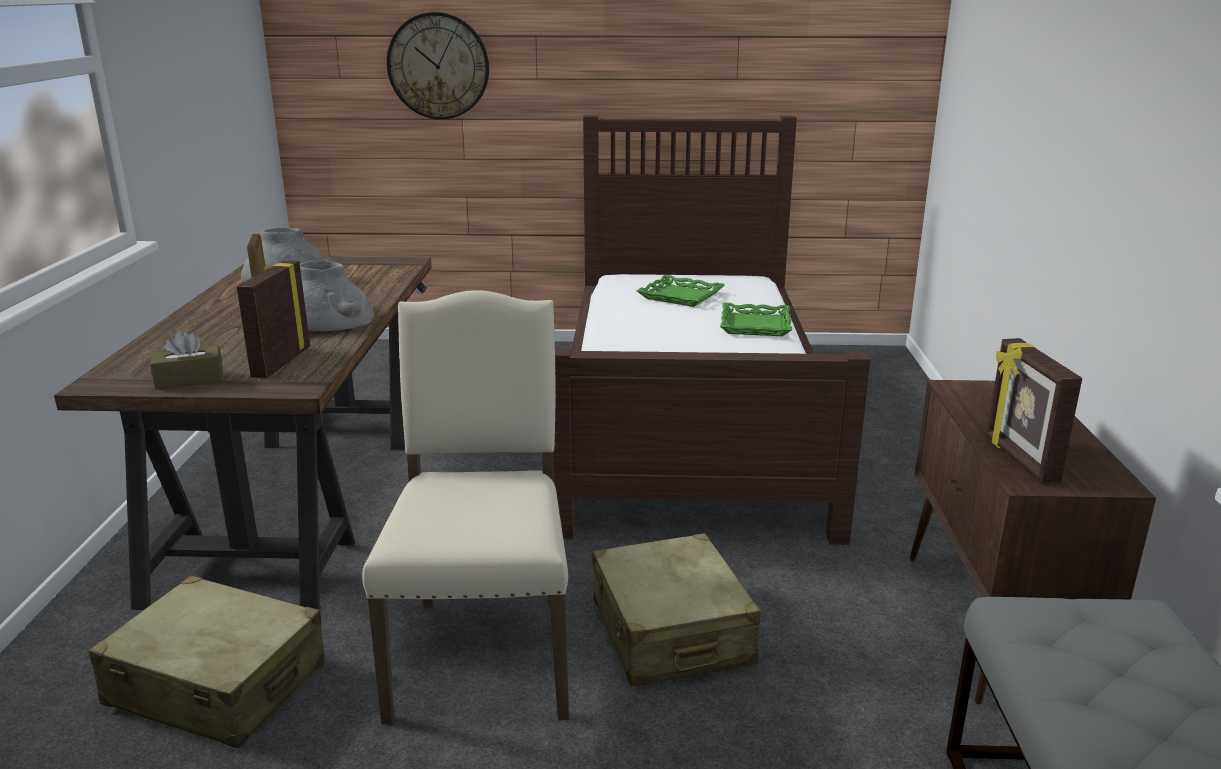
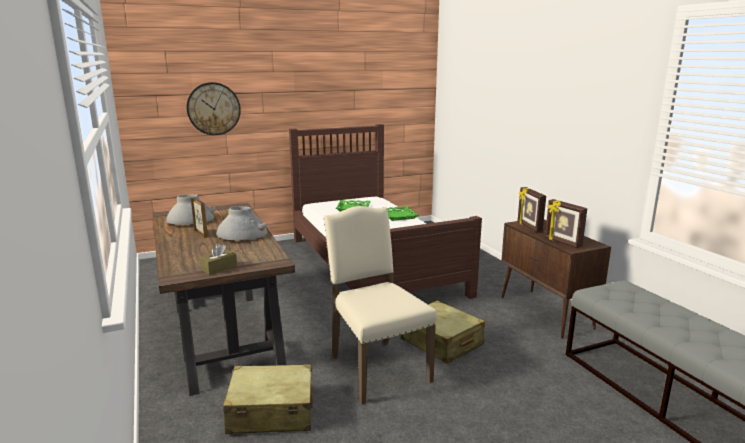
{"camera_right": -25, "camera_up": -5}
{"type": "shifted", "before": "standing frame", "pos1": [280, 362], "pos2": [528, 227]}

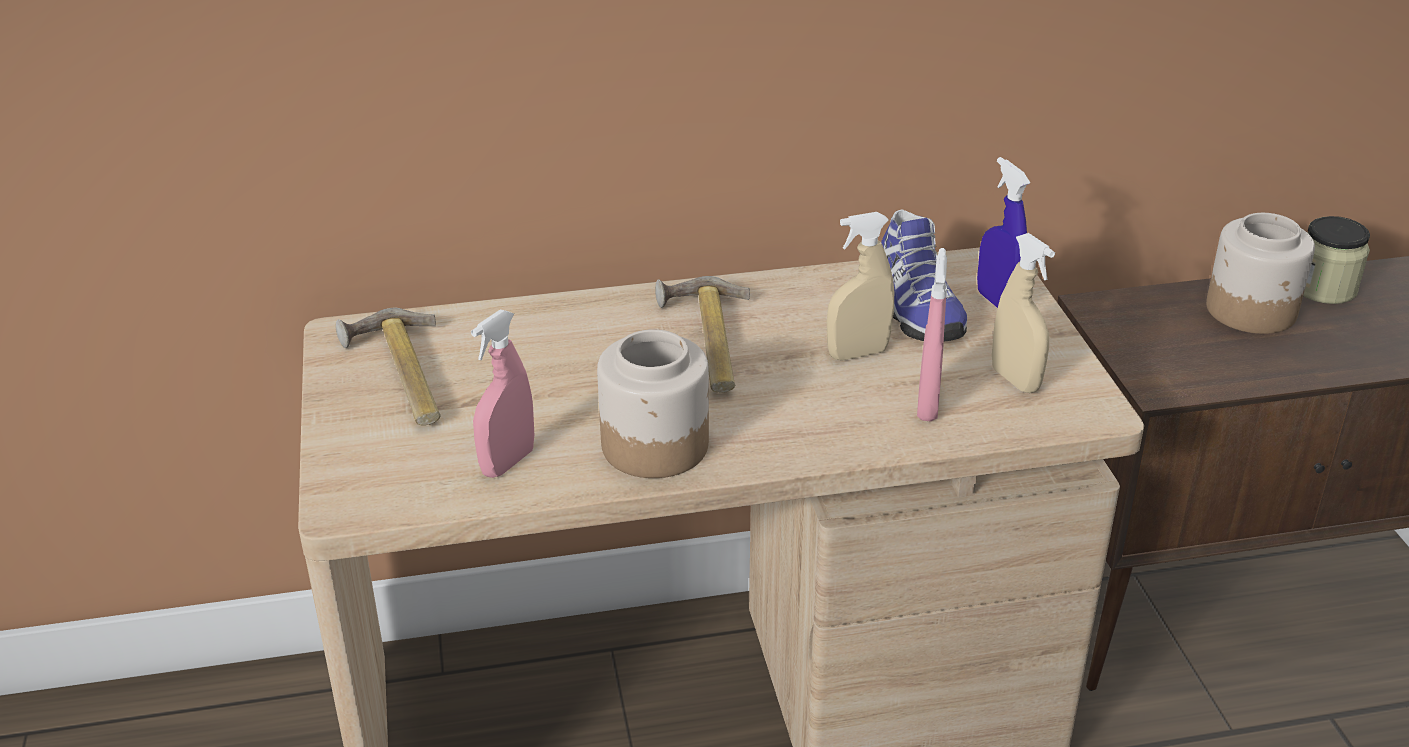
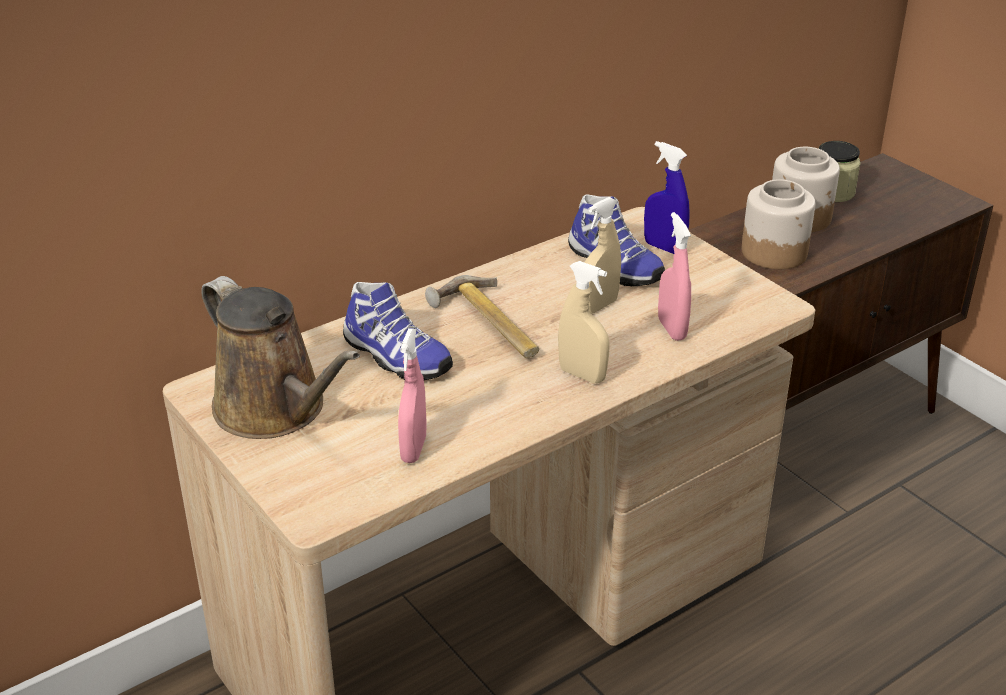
{"camera_right": -25, "camera_up": 0}
{"type": "shifted", "before": "beige-coloured sprayer", "pos1": [1015, 380], "pos2": [582, 375]}
{"type": "swapped", "before": "hand hammer", "after": "brown sprinkling can", "pos1": [399, 377], "pos2": [276, 410]}
{"type": "shifted", "before": "jar", "pos1": [656, 445], "pos2": [774, 252]}
{"type": "new", "after": "low shoe", "pos2": [394, 358]}

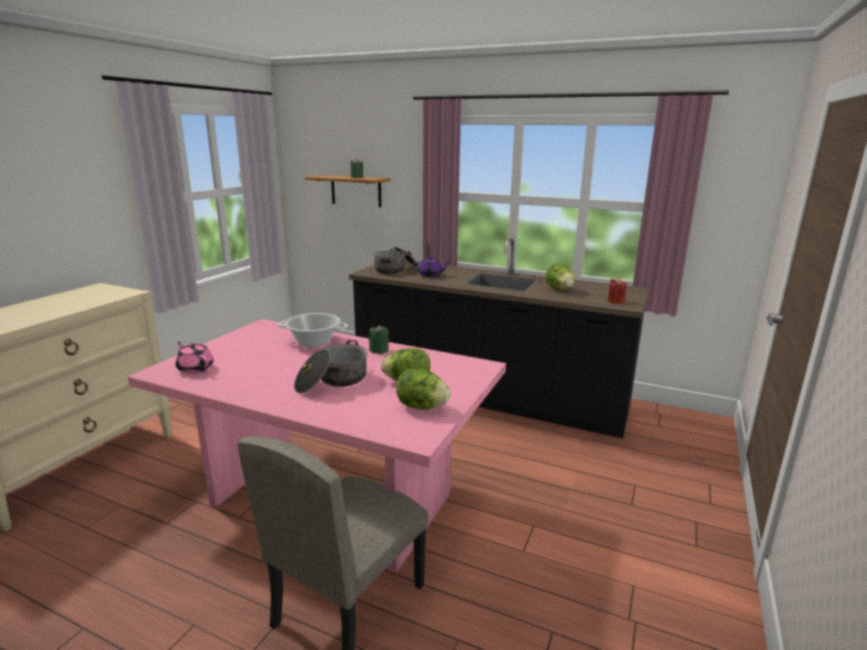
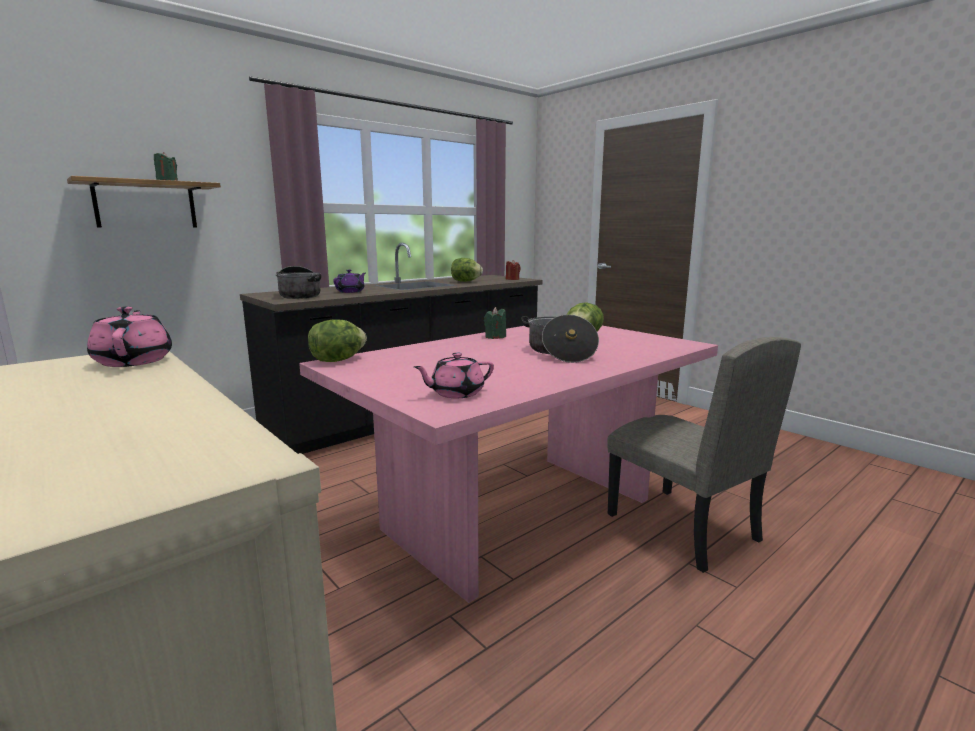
{"camera_right": -65, "camera_up": -5}
{"type": "gone", "before": "saucepot", "pos1": [314, 342]}
{"type": "shifted", "before": "lettuce head", "pos1": [421, 407], "pos2": [338, 360]}
{"type": "new", "after": "pinkish teapot", "pos2": [134, 361]}

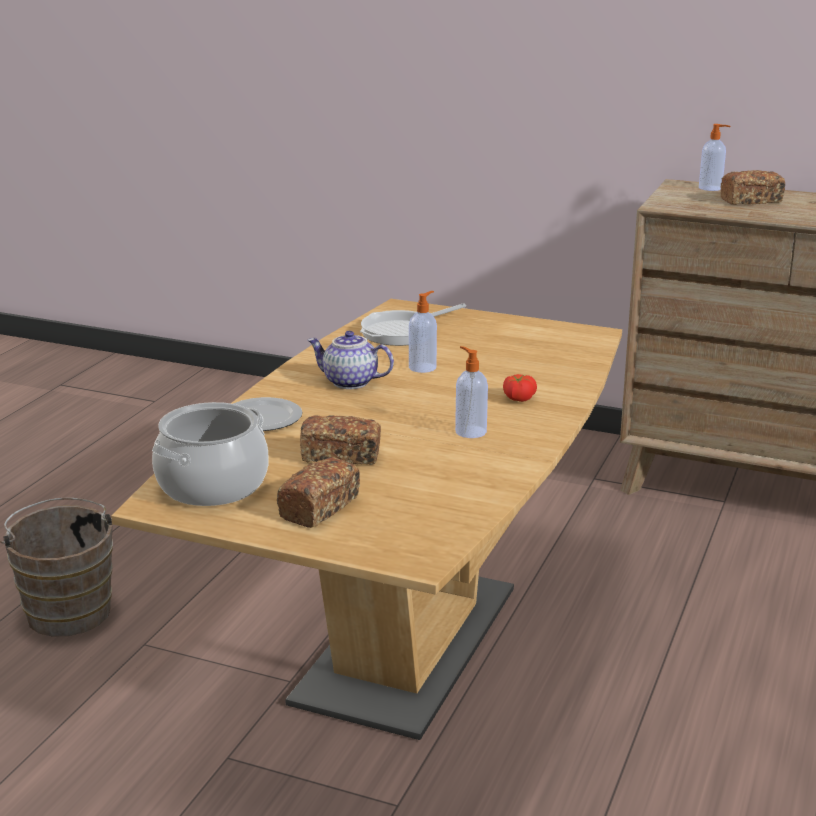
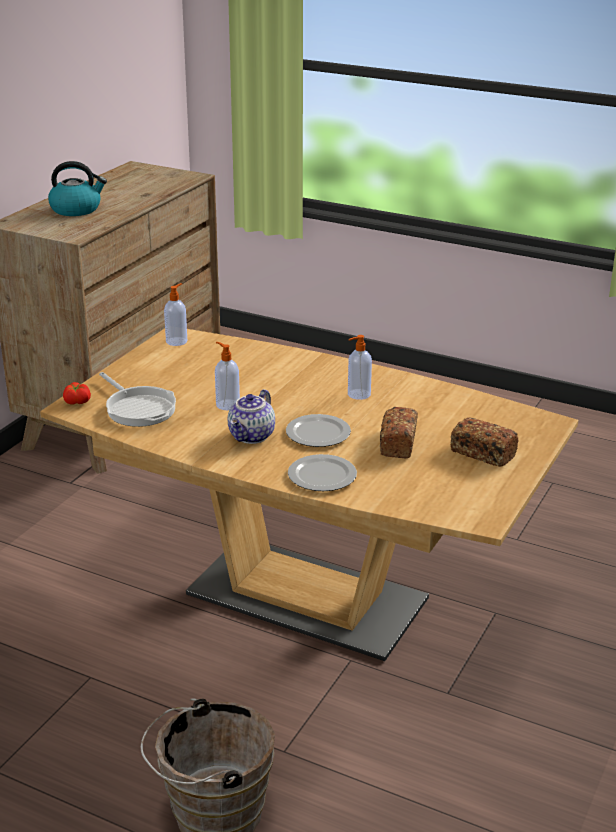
{"camera_right": -85, "camera_up": 5}
{"type": "shifted", "before": "liquid soap bottle", "pos1": [711, 188], "pos2": [177, 341]}
{"type": "swapped", "before": "bread", "after": "water kettle", "pos1": [751, 200], "pos2": [76, 209]}
{"type": "shifted", "before": "tomato", "pos1": [518, 398], "pos2": [76, 402]}
{"type": "gone", "before": "saucepot", "pos1": [213, 485]}
{"type": "new", "after": "plate", "pos2": [317, 434]}

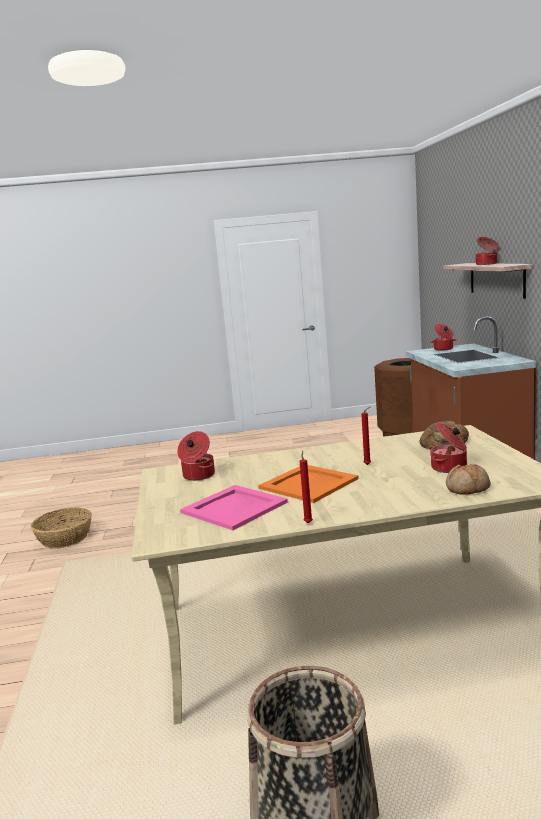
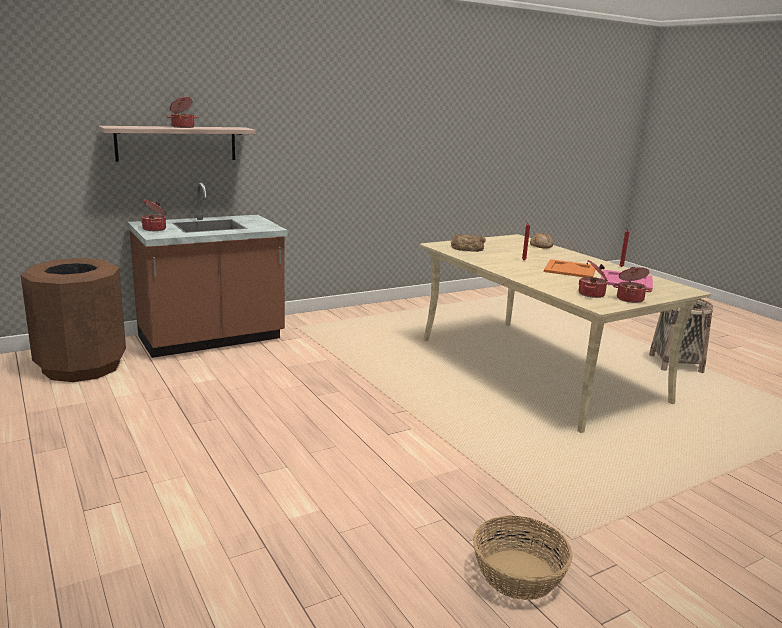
{"camera_right": -115, "camera_up": 5}
{"type": "shifted", "before": "saucepot", "pos1": [450, 468], "pos2": [630, 299]}

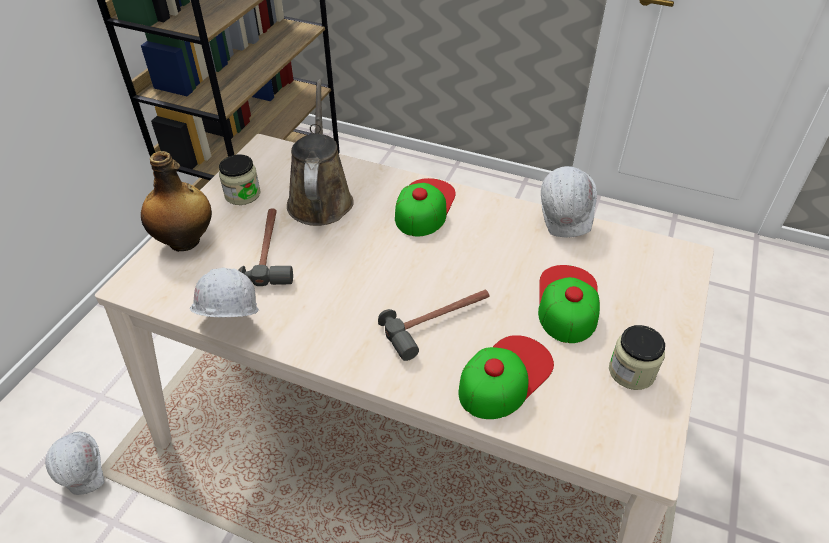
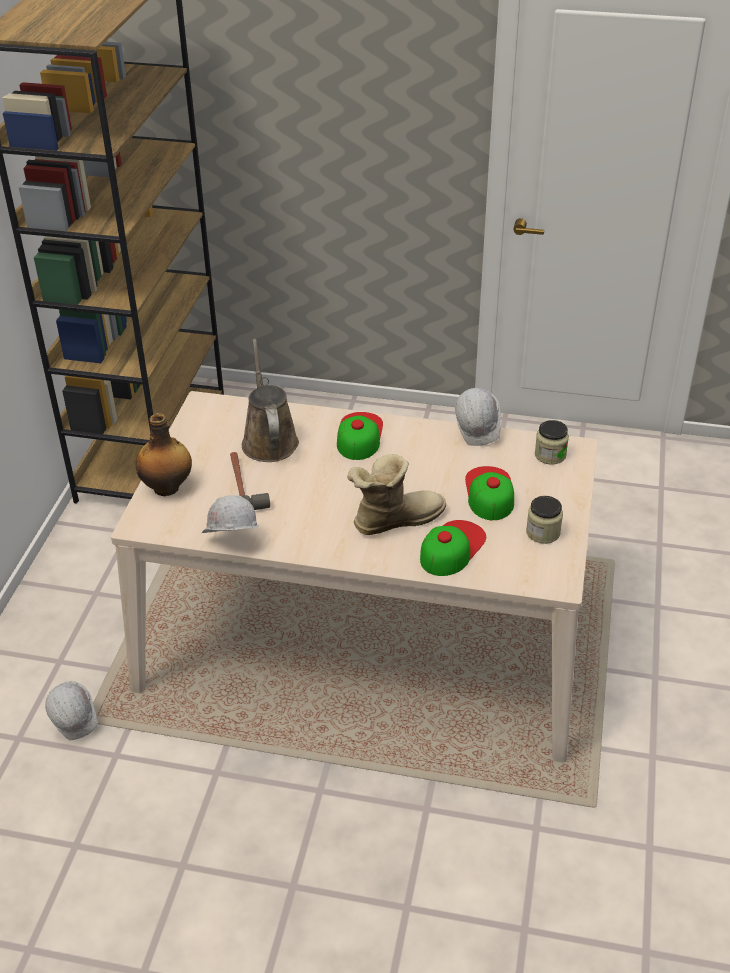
{"camera_right": -10, "camera_up": -5}
{"type": "shifted", "before": "jar", "pos1": [242, 194], "pos2": [550, 455]}
{"type": "swapped", "before": "hand hammer", "after": "boot", "pos1": [439, 322], "pos2": [394, 519]}

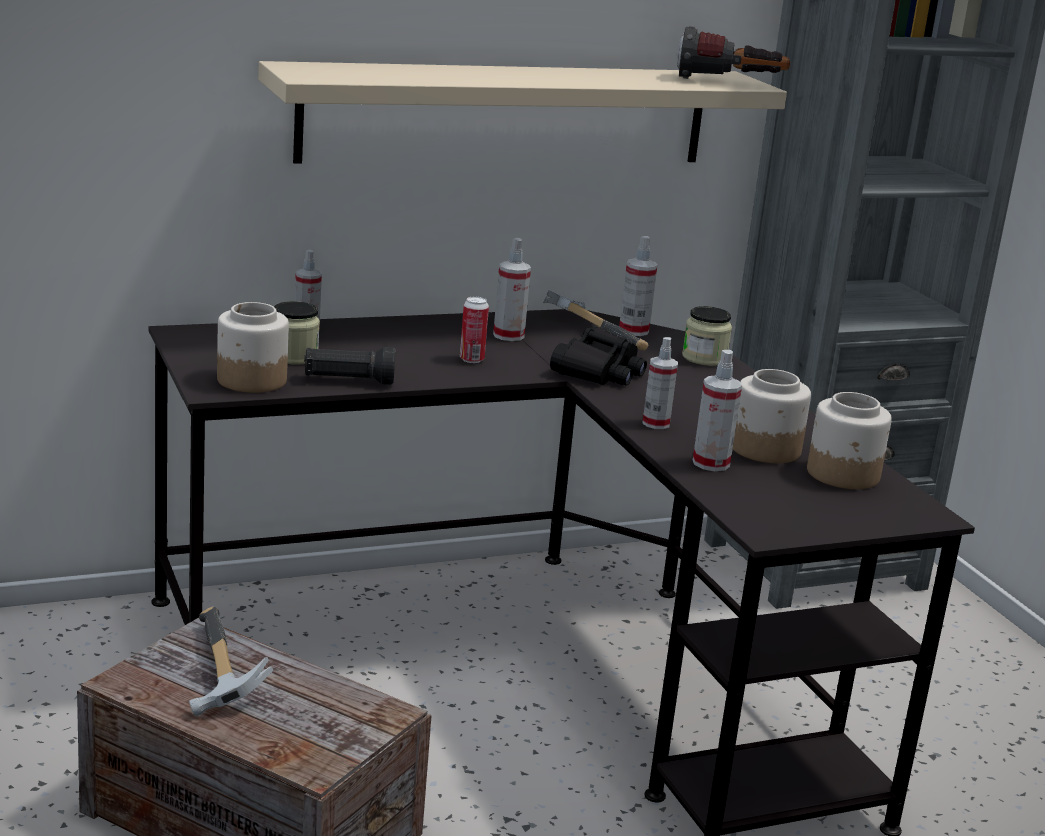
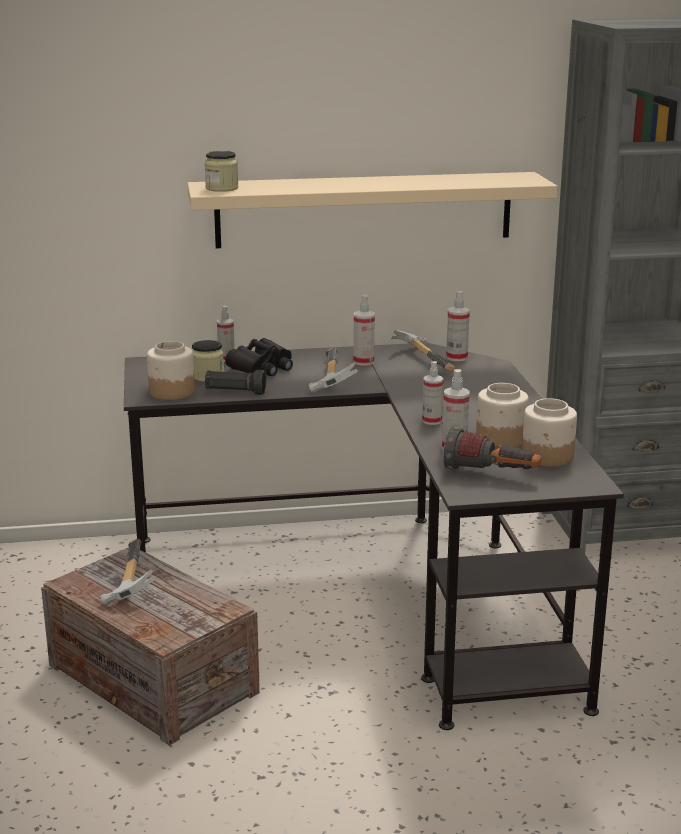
{"camera_right": 15, "camera_up": 0}
{"type": "shifted", "before": "torch", "pos1": [729, 83], "pos2": [491, 474]}
{"type": "swapped", "before": "sealed can", "after": "hand hammer", "pos1": [471, 359], "pos2": [328, 378]}
{"type": "shifted", "before": "jar", "pos1": [704, 358], "pos2": [222, 188]}
{"type": "shifted", "before": "black field glasses", "pos1": [599, 372], "pos2": [262, 368]}

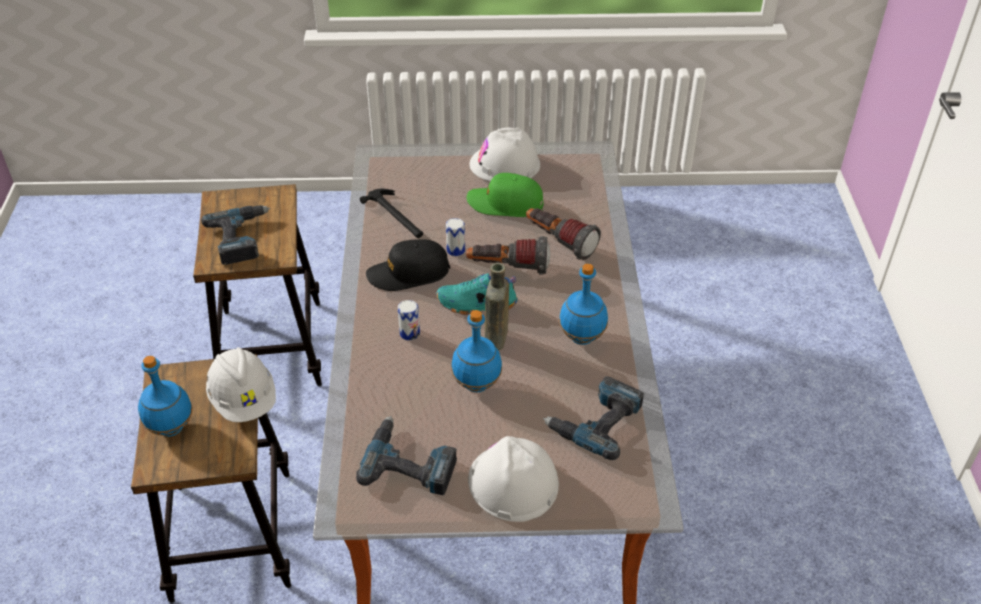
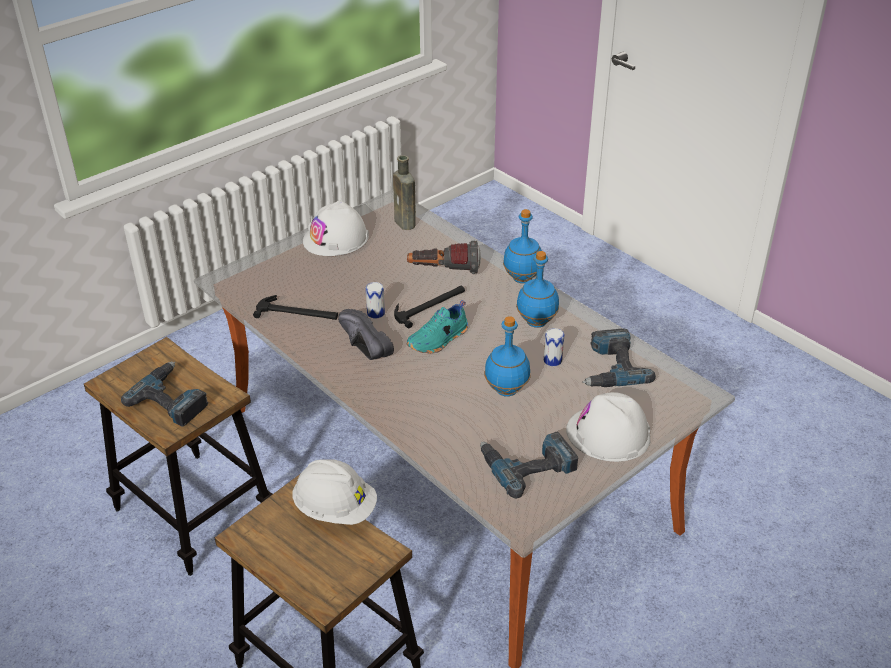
{"camera_right": -40, "camera_up": -5}
{"type": "gone", "before": "greenish baseball cap", "pos1": [505, 203]}
{"type": "swapped", "before": "torch", "after": "hand hammer", "pos1": [508, 268], "pos2": [430, 305]}
{"type": "swapped", "before": "black baseball cap", "after": "black low shoe", "pos1": [408, 273], "pos2": [361, 346]}
{"type": "shifted", "before": "brown beverage bottle", "pos1": [496, 340], "pos2": [406, 224]}
{"type": "shifted", "before": "sealed can", "pos1": [409, 333], "pos2": [552, 360]}
{"type": "shifted", "before": "blue-coloured beverage bottle", "pos1": [171, 427], "pos2": [521, 278]}

